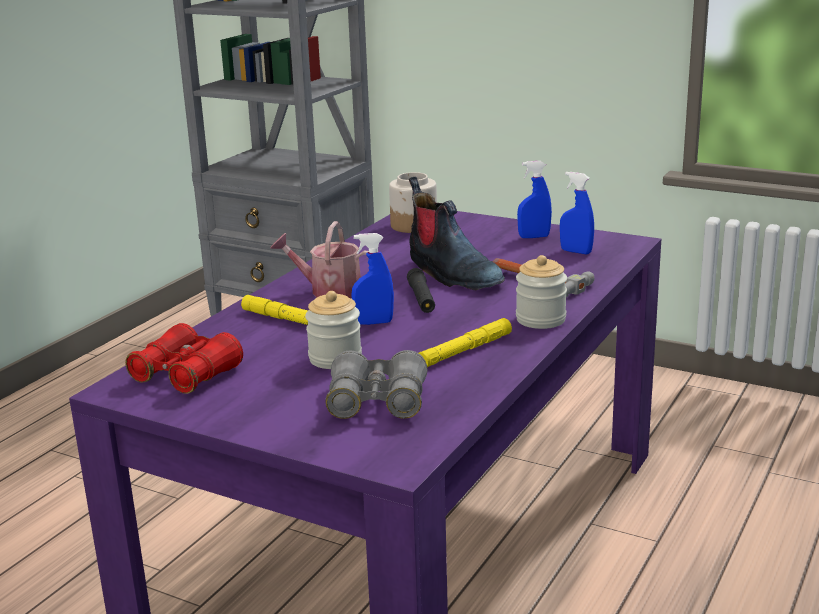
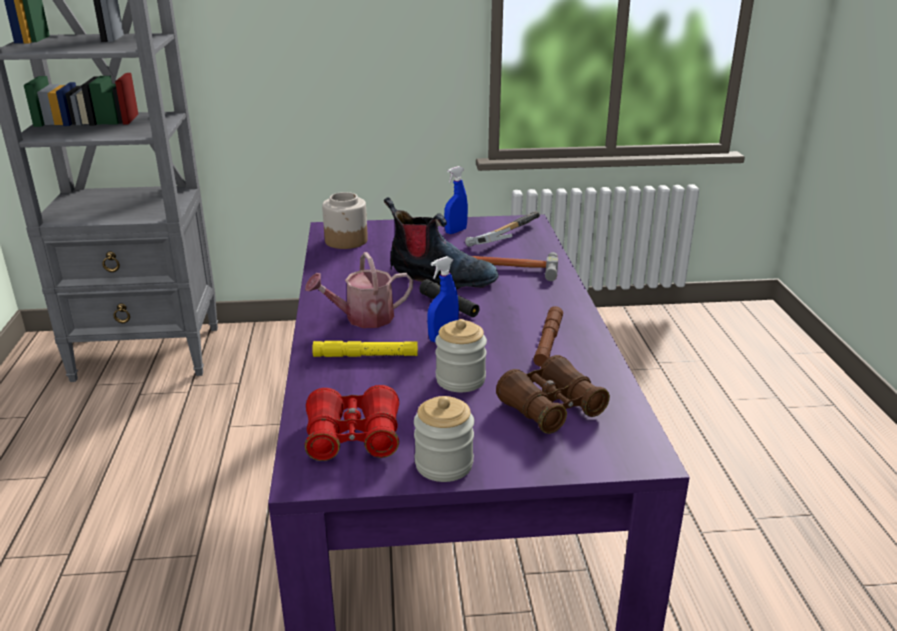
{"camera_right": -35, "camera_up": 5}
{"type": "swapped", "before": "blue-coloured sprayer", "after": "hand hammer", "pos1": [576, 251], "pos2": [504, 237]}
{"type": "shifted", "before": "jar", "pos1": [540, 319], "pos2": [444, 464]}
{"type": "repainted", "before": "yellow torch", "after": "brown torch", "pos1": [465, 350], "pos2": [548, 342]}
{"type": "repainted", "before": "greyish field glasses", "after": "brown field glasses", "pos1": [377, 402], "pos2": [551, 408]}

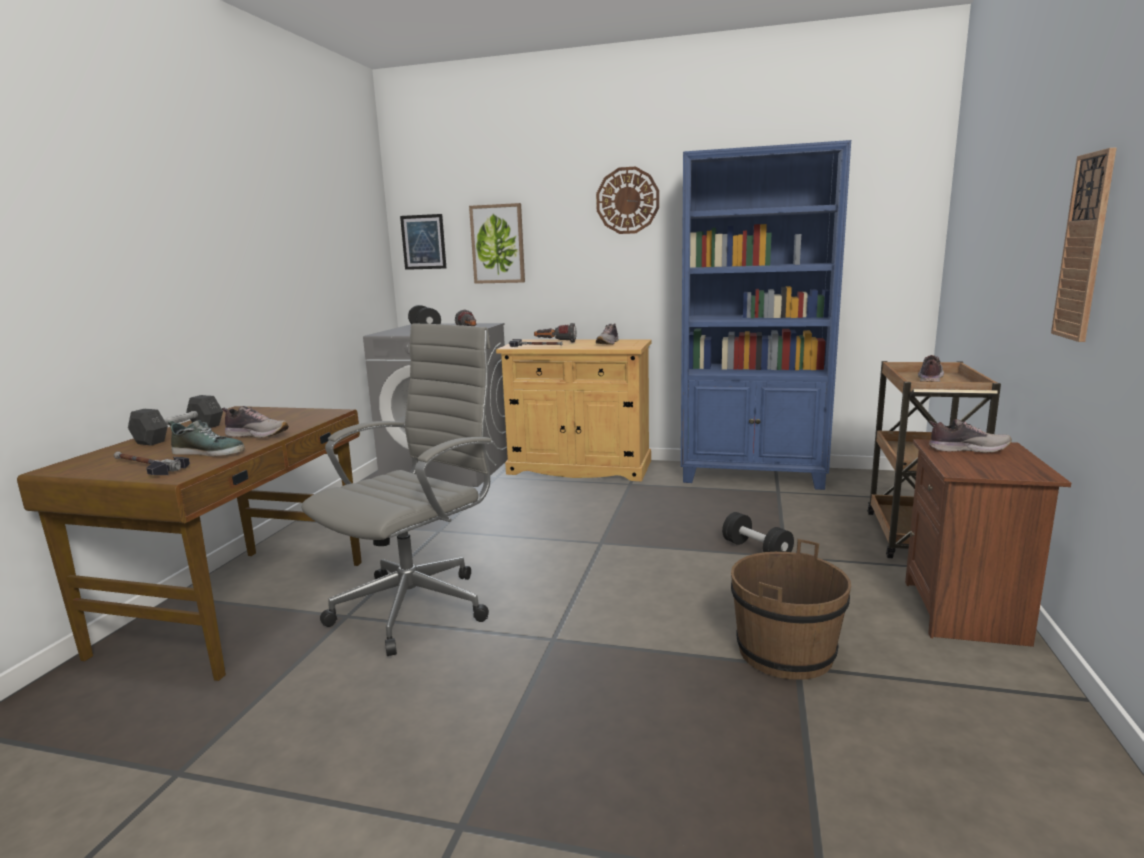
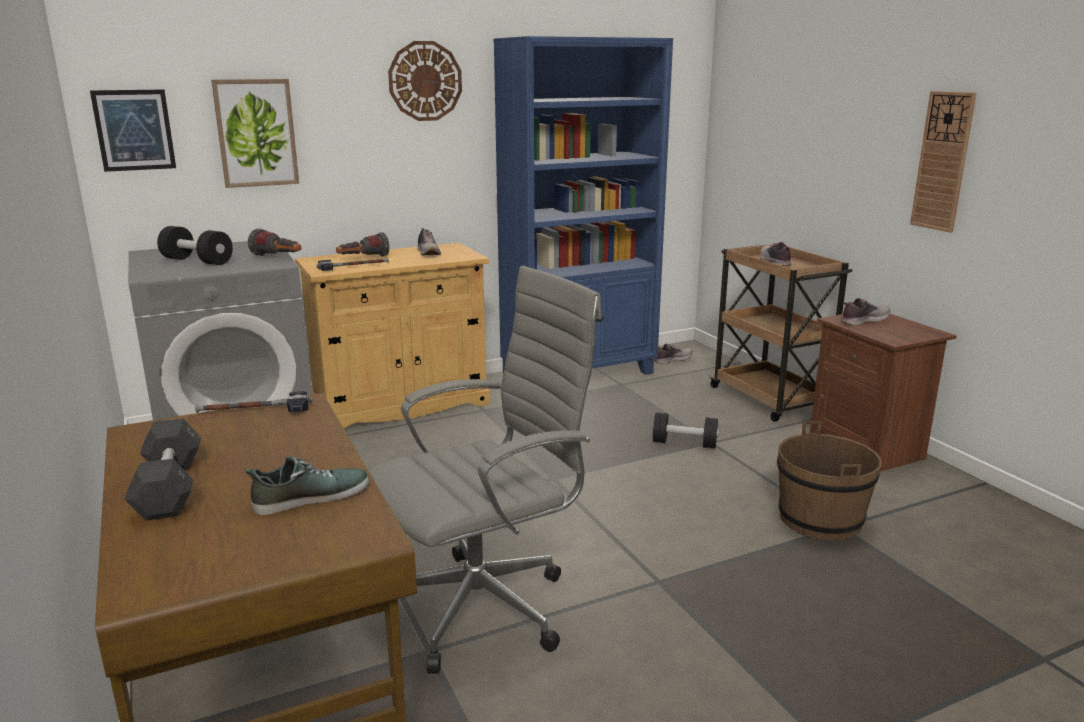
{"camera_right": -40, "camera_up": 5}
{"type": "rotated", "before": "greyish office chair", "pos1": [418, 605], "pos2": [486, 606], "turn": 60}
{"type": "shifted", "before": "low shoe", "pos1": [257, 435], "pos2": [671, 360]}
{"type": "shifted", "before": "hand hammer", "pos1": [146, 467], "pos2": [254, 411]}

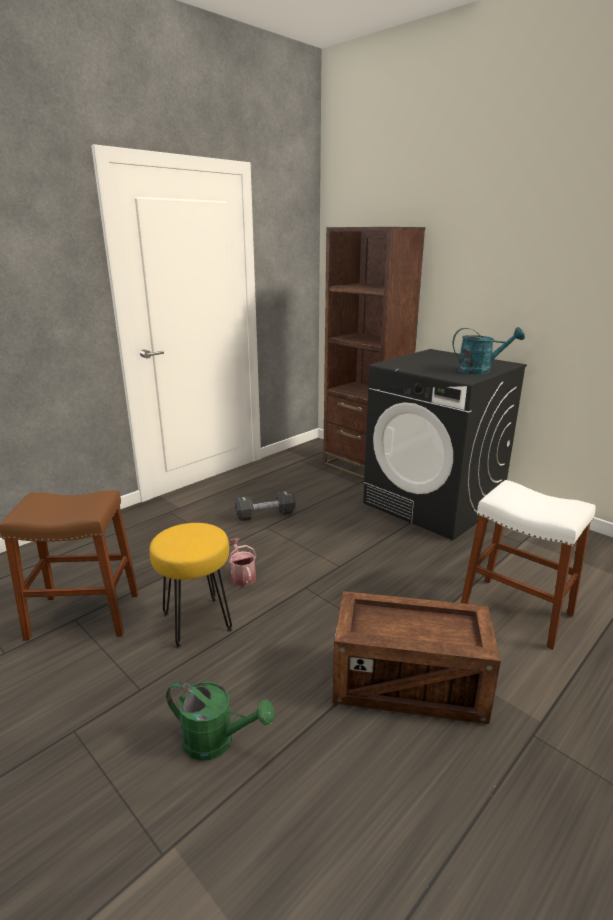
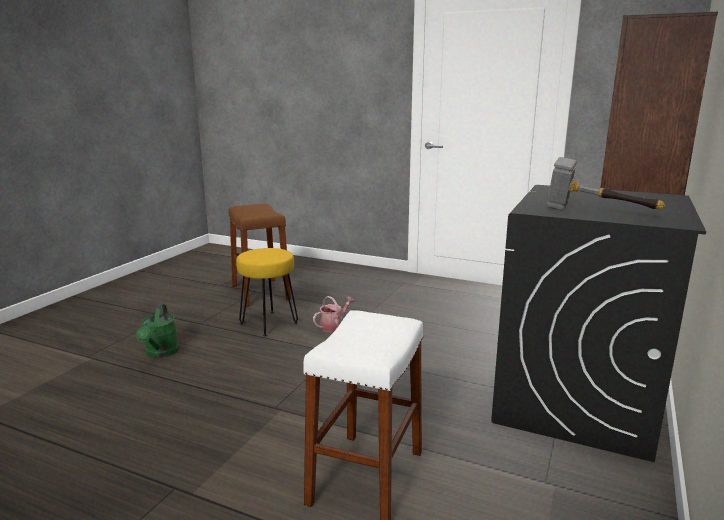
{"camera_right": 70, "camera_up": -5}
{"type": "swapped", "before": "blue-green sprinkling can", "after": "hand hammer", "pos1": [480, 370], "pos2": [596, 213]}
{"type": "gone", "before": "black free weight", "pos1": [265, 515]}
{"type": "gone", "before": "shipping crate", "pos1": [409, 684]}

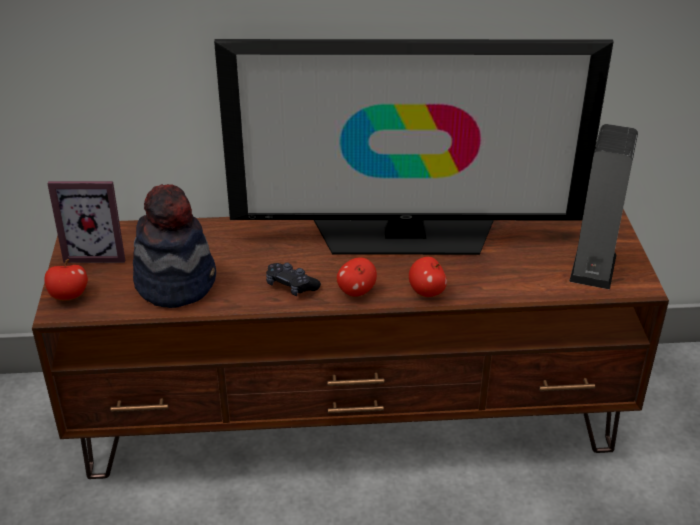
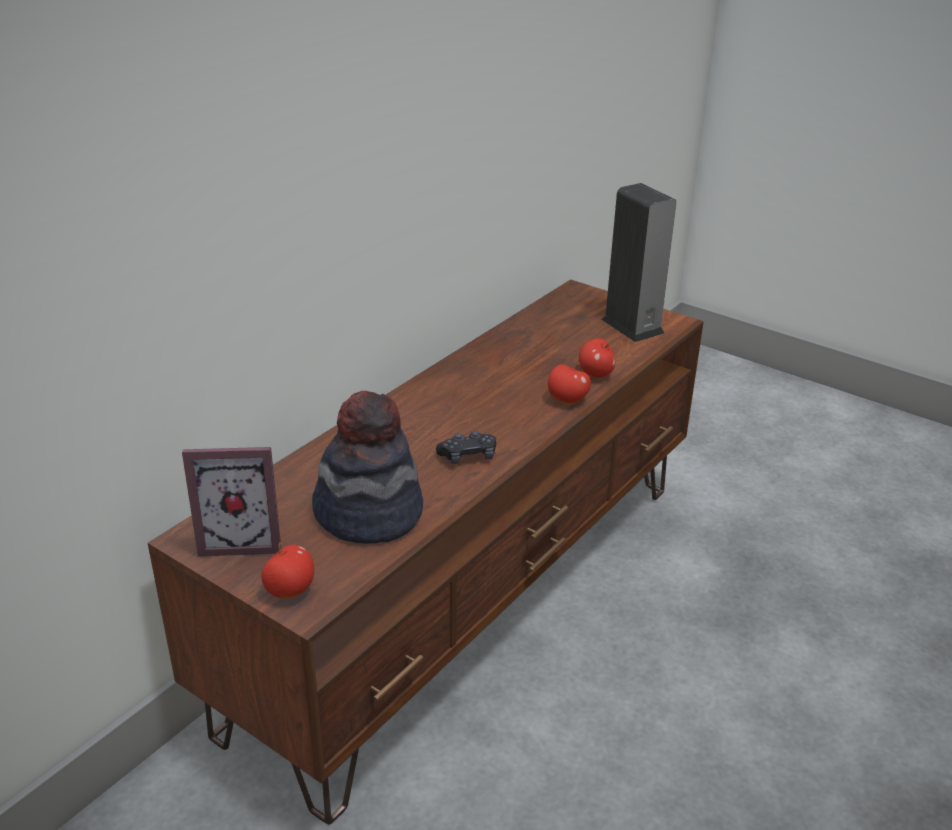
{"camera_right": -50, "camera_up": -5}
{"type": "gone", "before": "TV set", "pos1": [405, 236]}
{"type": "rotated", "before": "standing frame", "pos1": [97, 252], "pos2": [242, 540], "turn": 45}
{"type": "shifted", "before": "apple fruit", "pos1": [356, 291], "pos2": [595, 374]}

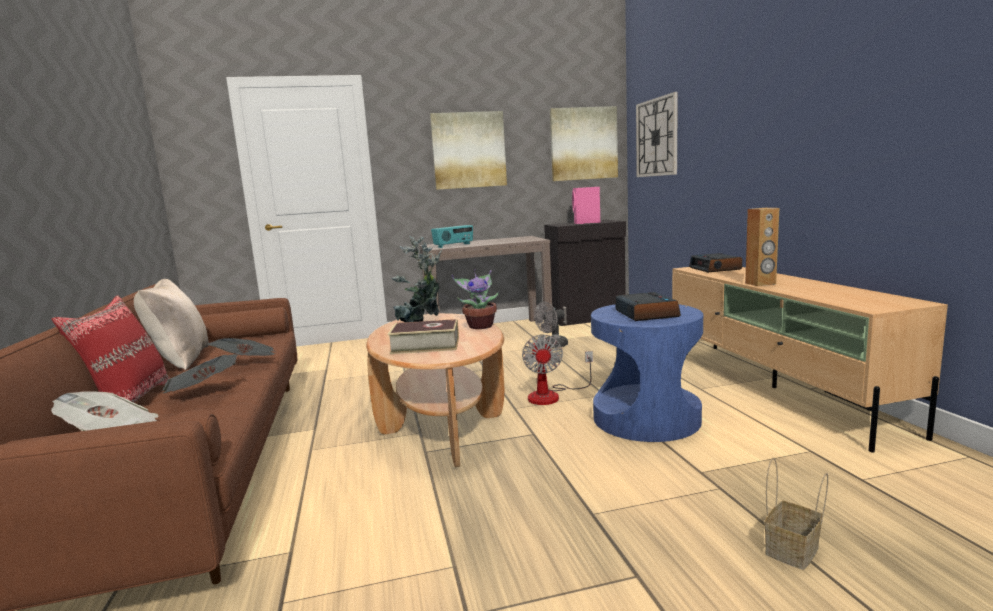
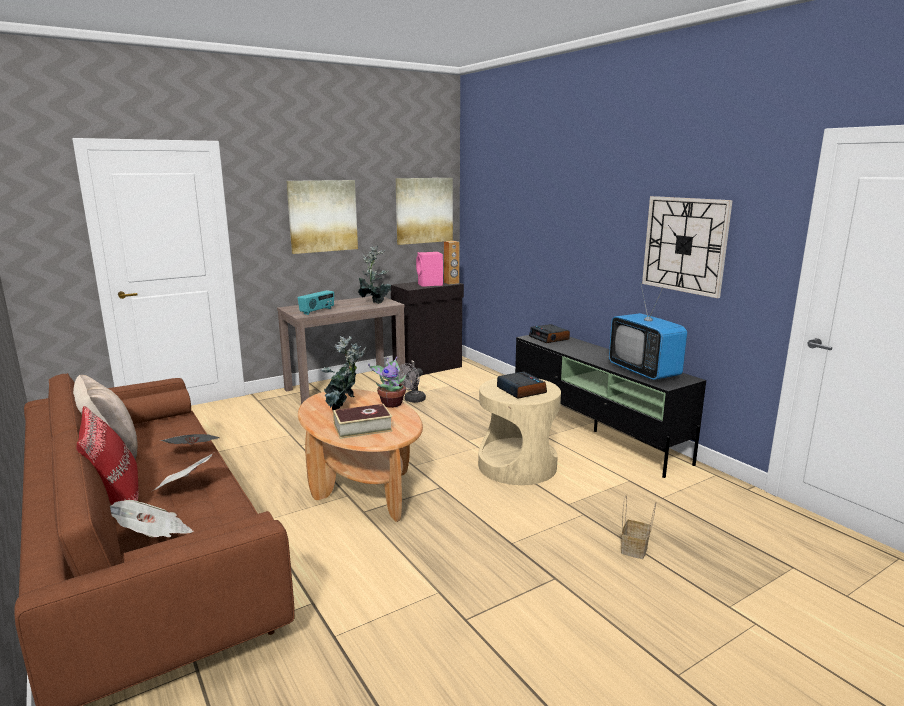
{"camera_right": -20, "camera_up": 5}
{"type": "shifted", "before": "clock on the wall", "pos1": [657, 137], "pos2": [685, 245]}
{"type": "shifted", "before": "brown audio speaker", "pos1": [760, 283], "pos2": [451, 283]}
{"type": "repainted", "before": "beige-coloured tv stand", "after": "black tv stand", "pos1": [774, 388], "pos2": [595, 431]}
{"type": "repainted", "before": "blue-coloured end table", "after": "beige-coloured end table", "pos1": [645, 418], "pos2": [517, 466]}
{"type": "gone", "before": "electric fan", "pos1": [552, 395]}
{"type": "new", "after": "potted plant", "pos2": [374, 302]}
{"type": "new", "after": "TV set", "pos2": [644, 371]}

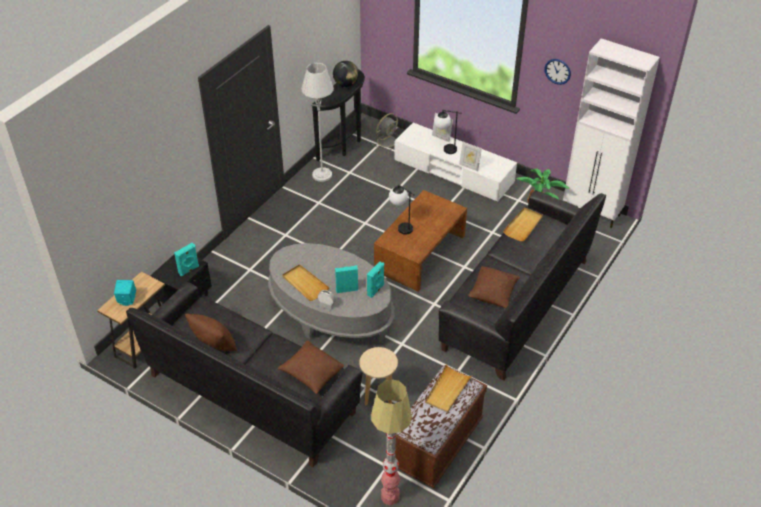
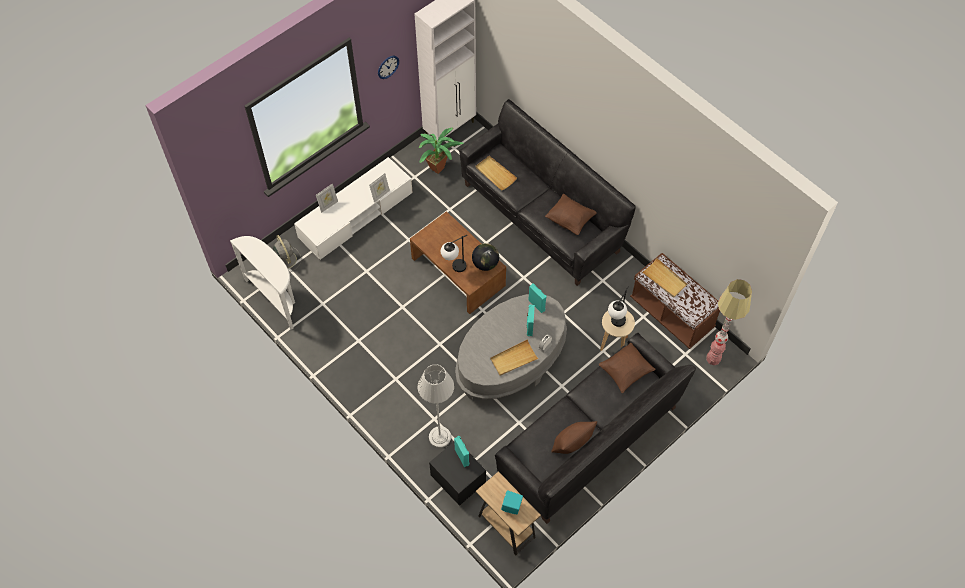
{"camera_right": -75, "camera_up": 15}
{"type": "shifted", "before": "globe", "pos1": [346, 84], "pos2": [485, 264]}
{"type": "shifted", "before": "greyish standard lamp", "pos1": [322, 175], "pos2": [440, 437]}
{"type": "repainted", "before": "black narrow table", "after": "whitish narrow table", "pos1": [344, 144], "pos2": [276, 298]}
{"type": "shifted", "before": "lamp for a table", "pos1": [444, 149], "pos2": [615, 325]}

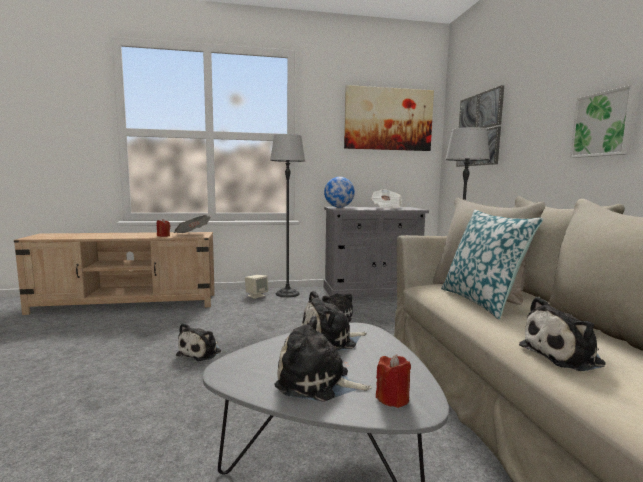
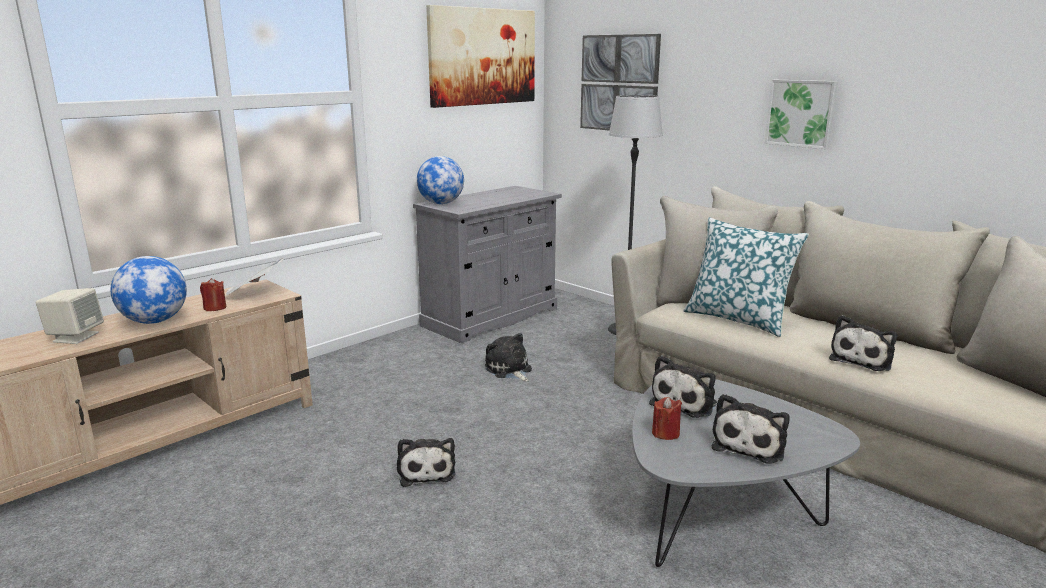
{"camera_right": -35, "camera_up": 10}
{"type": "gone", "before": "standard lamp", "pos1": [287, 294]}
{"type": "gone", "before": "printed paper", "pos1": [386, 208]}
{"type": "shifted", "before": "beige-coloured audio speaker", "pos1": [256, 295], "pos2": [75, 337]}
{"type": "rotated", "before": "soft toy", "pos1": [317, 382], "pos2": [749, 444], "turn": -45}
{"type": "shifted", "before": "red-coloured wax candle", "pos1": [393, 398], "pos2": [665, 433]}
{"type": "new", "after": "globe", "pos2": [155, 321]}

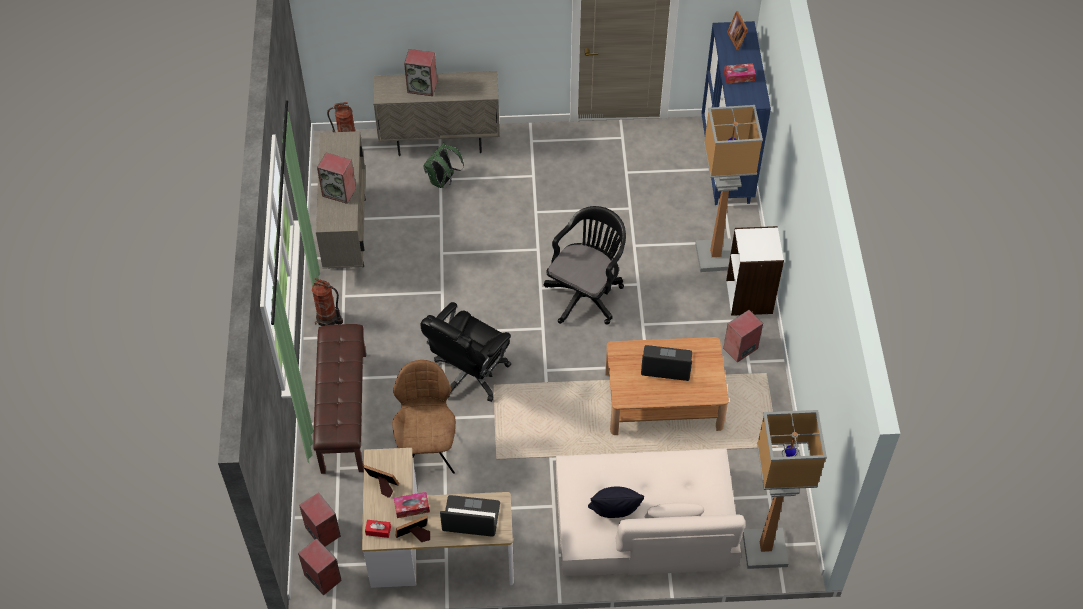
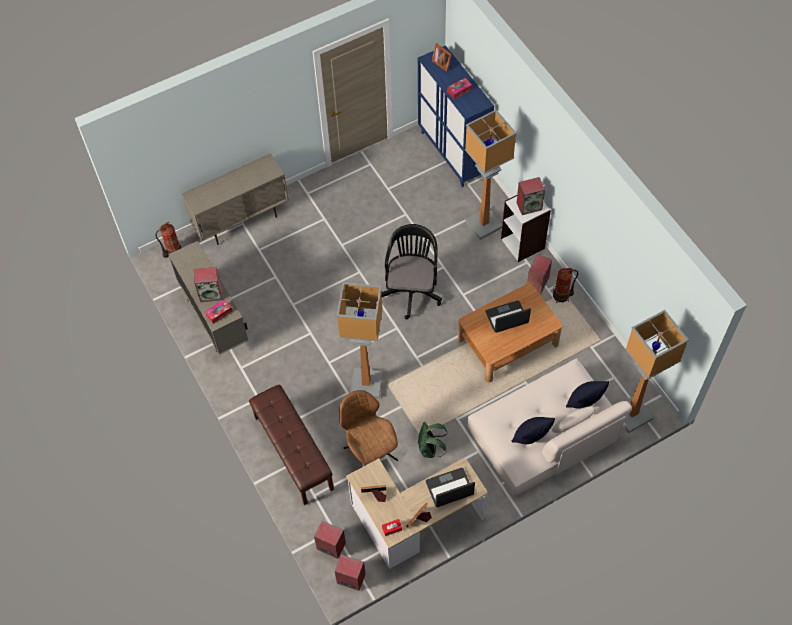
{"camera_right": -25, "camera_up": 5}
{"type": "shifted", "before": "audio speaker", "pos1": [422, 87], "pos2": [529, 206]}
{"type": "shifted", "before": "greenish rucksack", "pos1": [443, 181], "pos2": [430, 449]}
{"type": "shifted", "before": "fire extinguisher", "pos1": [328, 319], "pos2": [562, 295]}
{"type": "swapped", "before": "black office chair", "after": "standard lamp", "pos1": [469, 374], "pos2": [365, 384]}
{"type": "shifted", "before": "tissue holder", "pos1": [412, 507], "pos2": [219, 313]}
{"type": "new", "after": "black pillow", "pos2": [584, 401]}

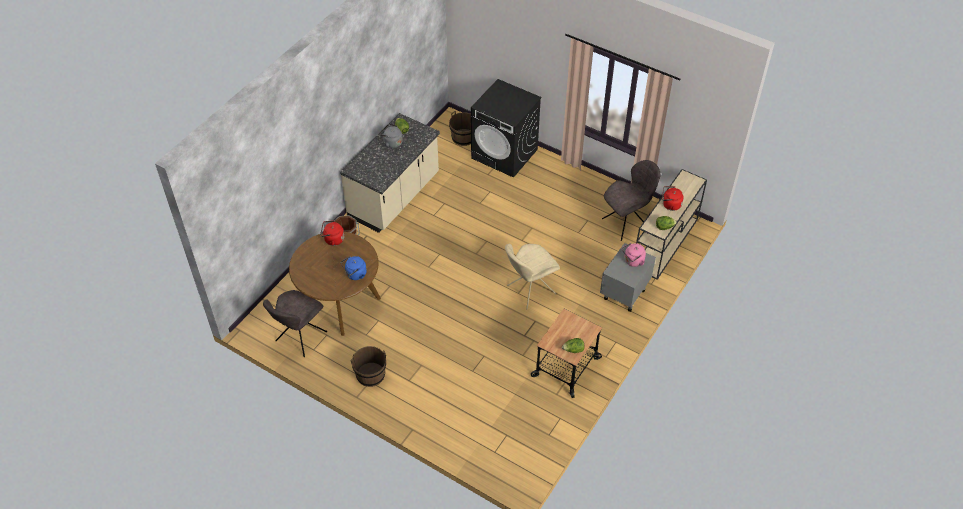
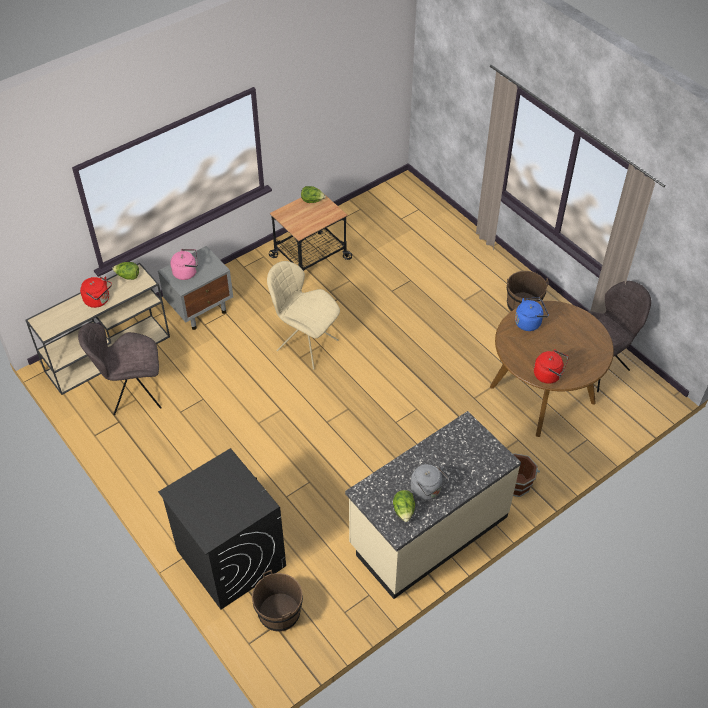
{"camera_right": -160, "camera_up": 0}
{"type": "rotated", "before": "beige-coloured plain chair", "pos1": [529, 290], "pos2": [305, 344], "turn": -135}

